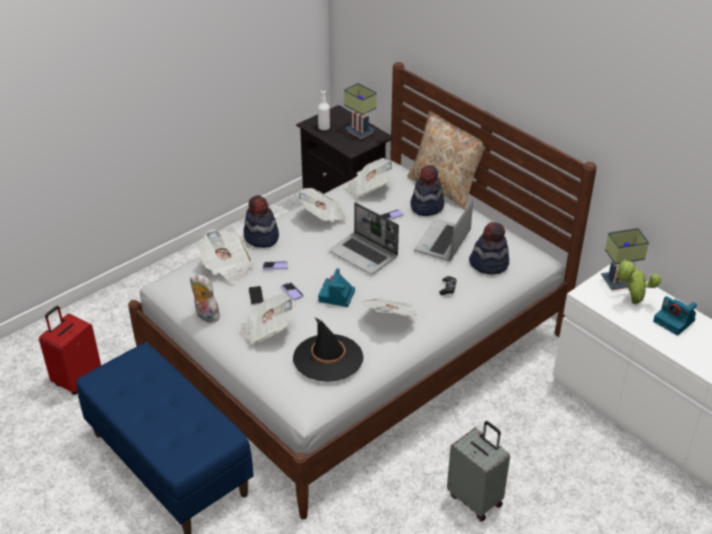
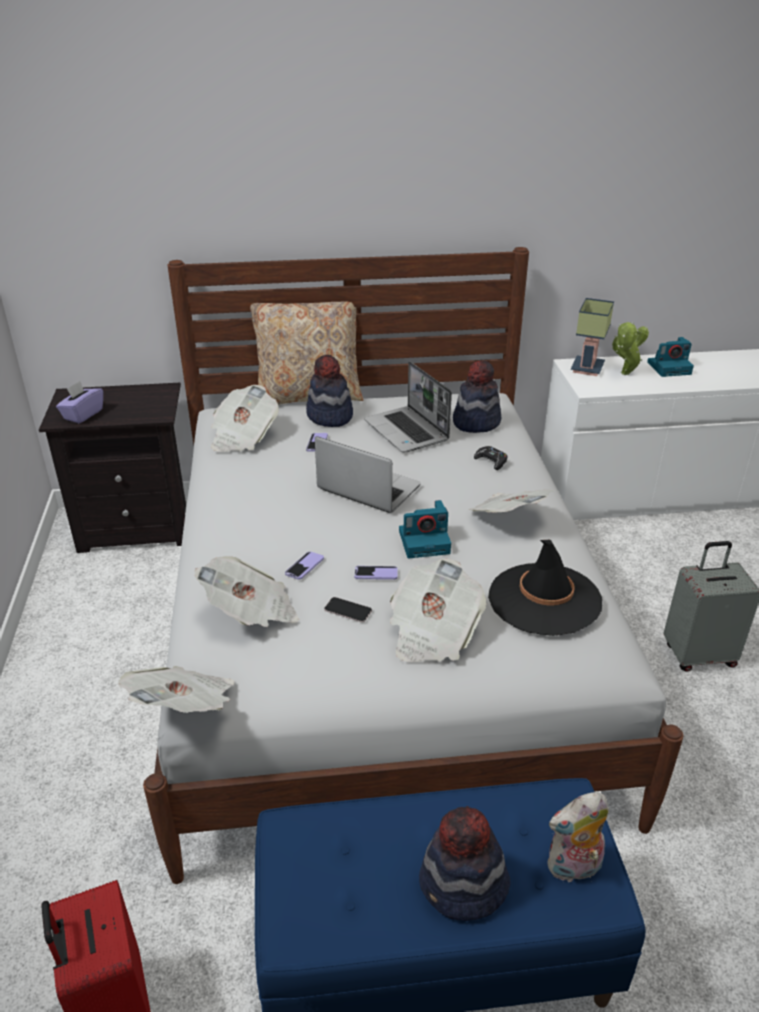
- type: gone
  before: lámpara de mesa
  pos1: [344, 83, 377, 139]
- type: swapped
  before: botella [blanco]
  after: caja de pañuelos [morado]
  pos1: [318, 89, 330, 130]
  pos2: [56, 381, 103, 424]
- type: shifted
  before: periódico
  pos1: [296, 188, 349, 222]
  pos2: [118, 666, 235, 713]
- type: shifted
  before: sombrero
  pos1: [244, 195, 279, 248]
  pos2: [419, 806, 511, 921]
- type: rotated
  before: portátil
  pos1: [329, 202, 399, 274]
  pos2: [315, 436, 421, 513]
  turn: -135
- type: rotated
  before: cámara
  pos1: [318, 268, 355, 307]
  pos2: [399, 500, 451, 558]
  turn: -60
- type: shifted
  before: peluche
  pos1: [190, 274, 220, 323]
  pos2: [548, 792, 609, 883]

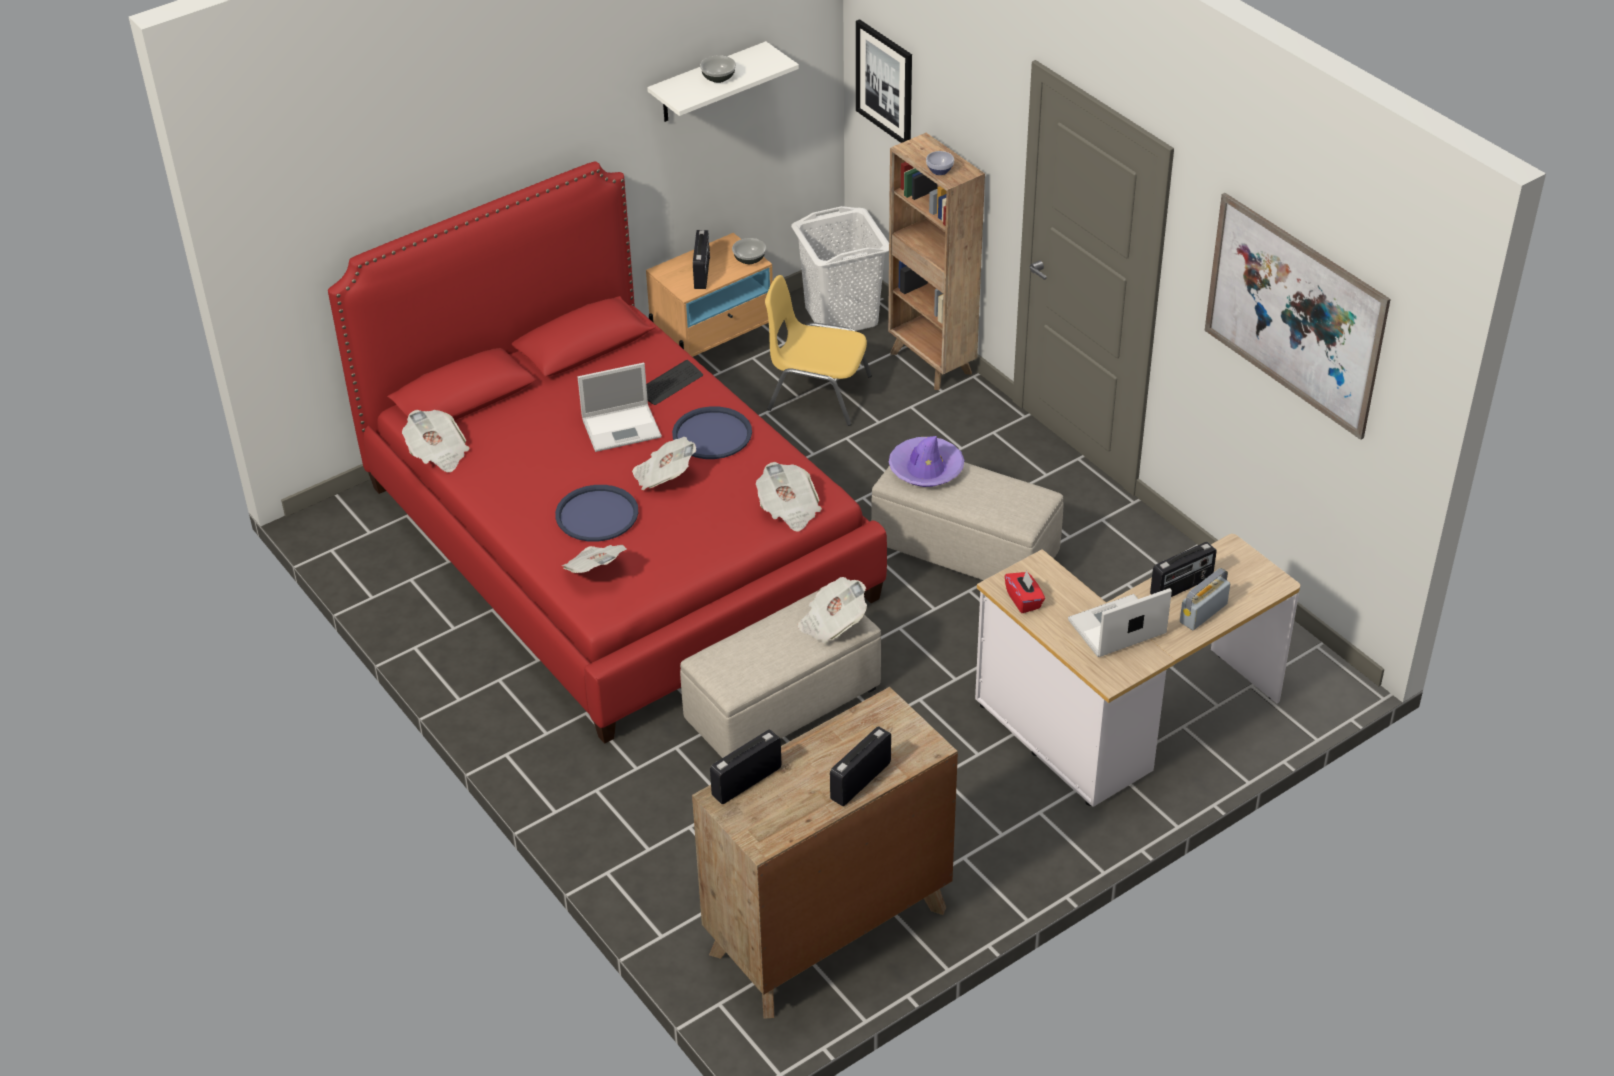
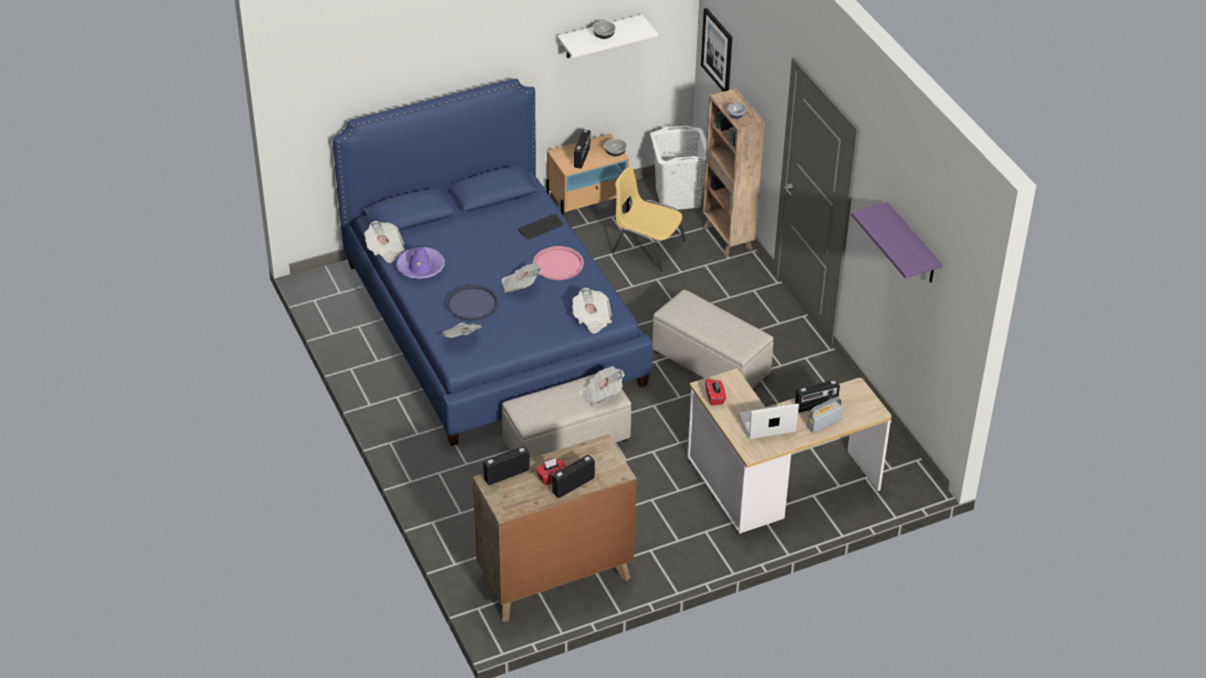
- type: repainted
  before: cama [rojo]
  after: cama [azul]
  pos1: [328, 162, 887, 744]
  pos2: [332, 79, 652, 446]
- type: swapped
  before: cuadro
  after: estante [morado]
  pos1: [1205, 193, 1391, 440]
  pos2: [851, 202, 942, 283]
- type: gone
  before: portátil
  pos1: [578, 363, 662, 452]
- type: repainted
  before: bandeja [azul]
  after: bandeja [rosa]
  pos1: [672, 406, 752, 459]
  pos2: [533, 246, 584, 280]
- type: shifted
  before: sombrero [morado]
  pos1: [889, 436, 964, 487]
  pos2: [396, 247, 445, 280]
- type: new
  after: caja de pañuelos [rojo]
  pos2: [536, 458, 567, 485]

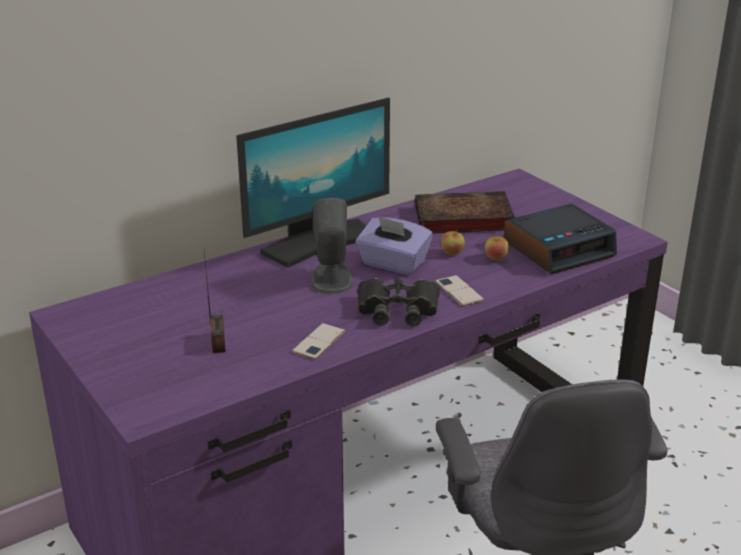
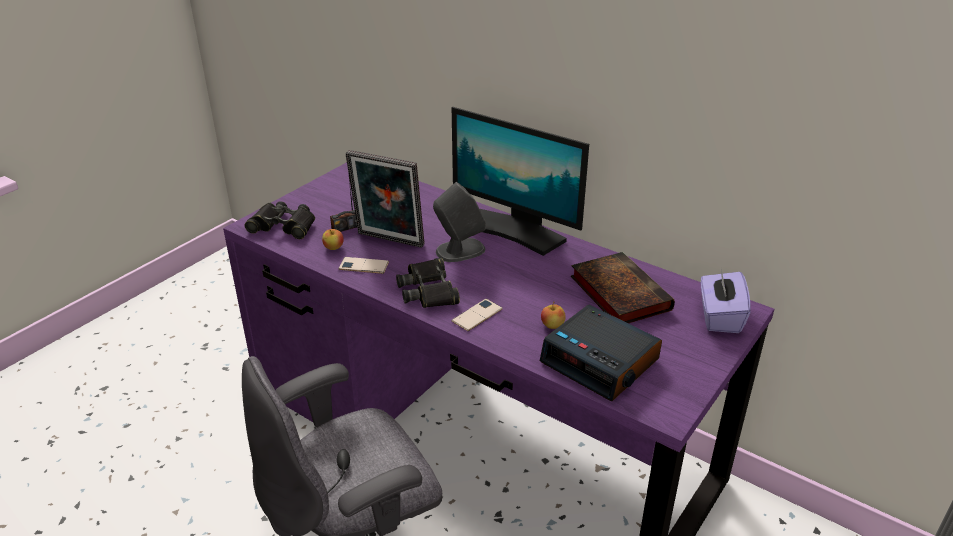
- type: shifted
  before: caja de pañuelos [morado]
  pos1: [356, 216, 433, 275]
  pos2: [701, 269, 750, 333]
- type: shifted
  before: manzana
  pos1: [441, 230, 465, 255]
  pos2: [322, 229, 344, 250]
- type: new
  after: portarretratos
  pos2: [345, 150, 425, 248]
- type: new
  after: prismáticos [negro]
  pos2: [245, 201, 315, 239]

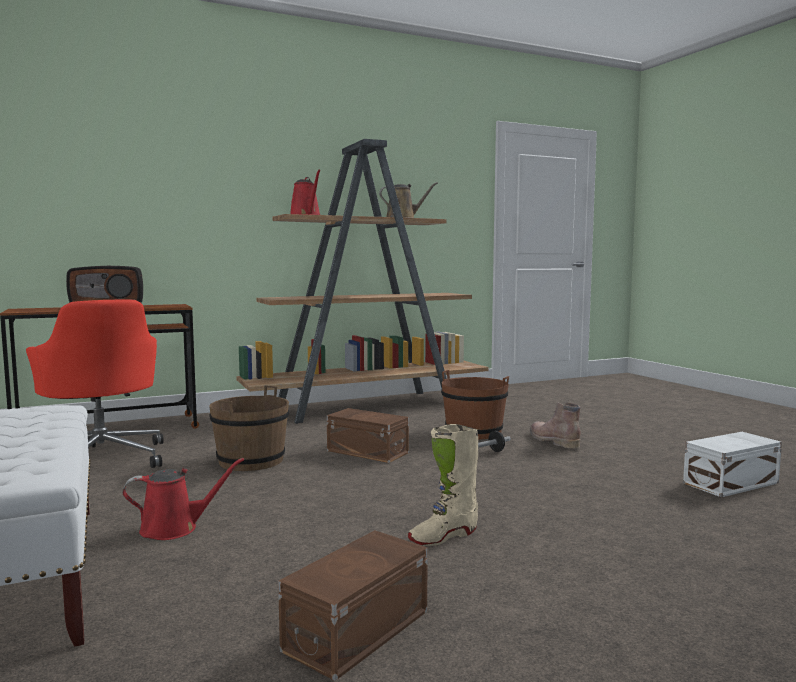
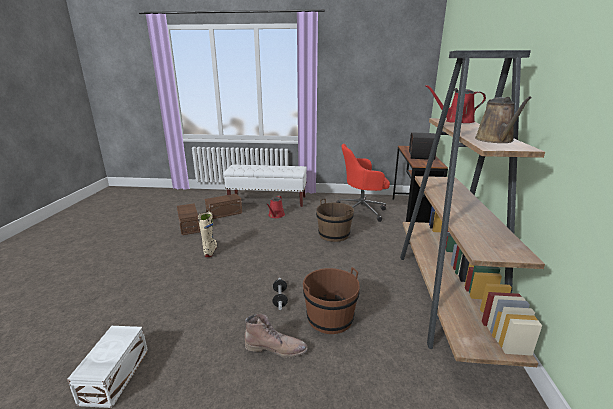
- type: shifted
  before: caja de almacenaje [marrón]
  pos1: [327, 408, 409, 463]
  pos2: [205, 194, 242, 219]

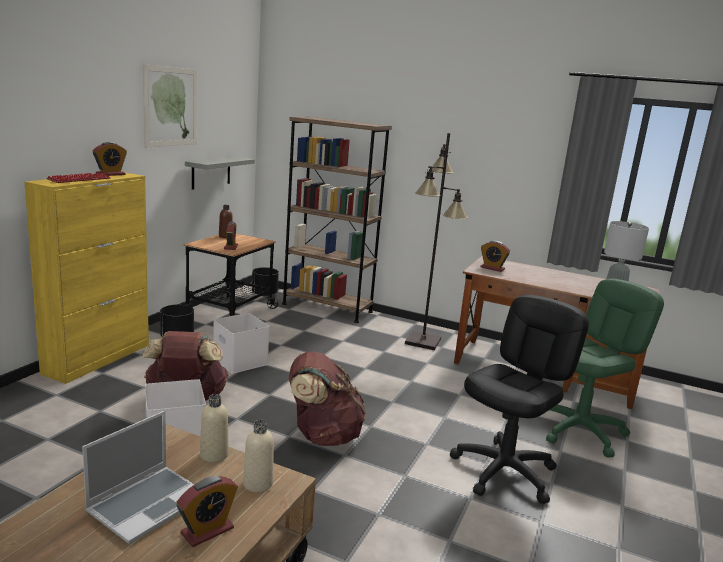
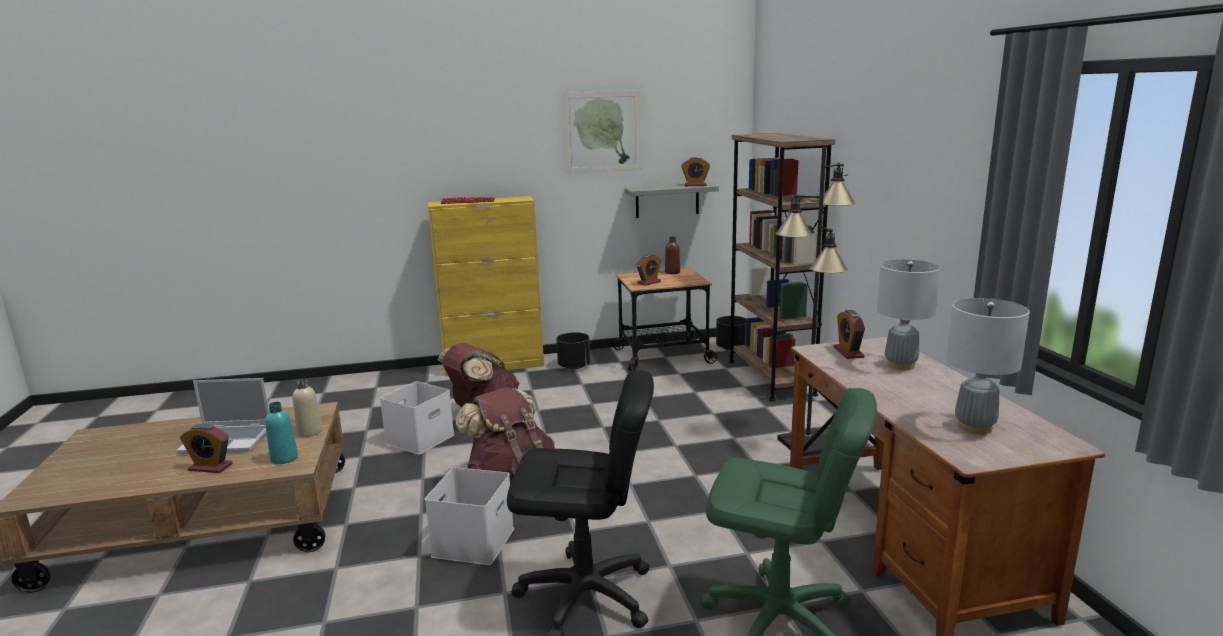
- type: shifted
  before: despertador
  pos1: [93, 142, 127, 176]
  pos2: [681, 157, 710, 186]
- type: shifted
  before: caja de almacenaje [blanco]
  pos1: [213, 313, 270, 374]
  pos2: [425, 467, 514, 565]
- type: repainted
  before: botella [beis]
  after: botella [turquesa]
  pos1: [243, 420, 274, 493]
  pos2: [265, 402, 298, 464]
- type: new
  after: lámpara de mesa [gris]
  pos2: [877, 259, 941, 370]

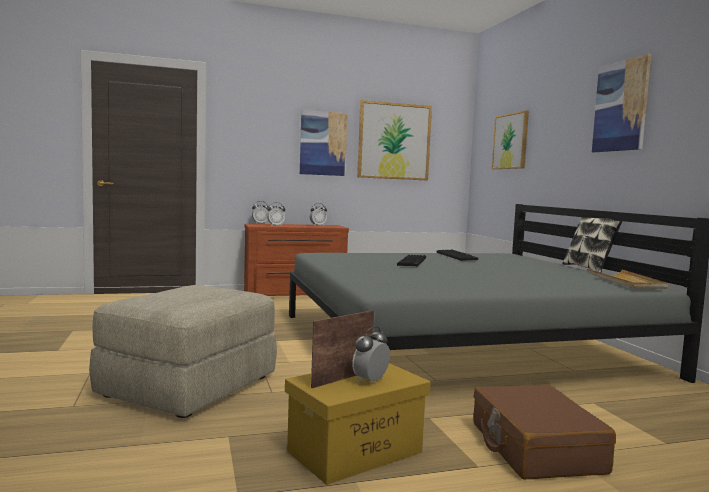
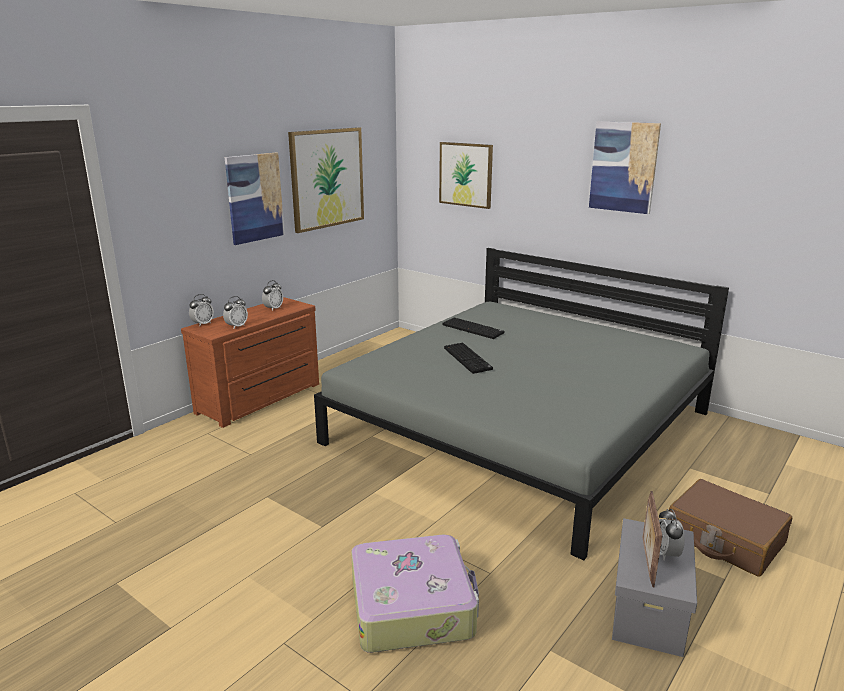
- type: gone
  before: cojín
  pos1: [562, 217, 622, 273]
- type: gone
  before: bandeja [beis]
  pos1: [587, 269, 668, 289]
- type: swapped
  before: puf [beis]
  after: maleta
  pos1: [89, 285, 277, 418]
  pos2: [351, 535, 479, 653]
- type: repainted
  before: caja de almacenaje [amarillo]
  after: caja de almacenaje [gris]
  pos1: [285, 363, 430, 485]
  pos2: [612, 518, 697, 657]

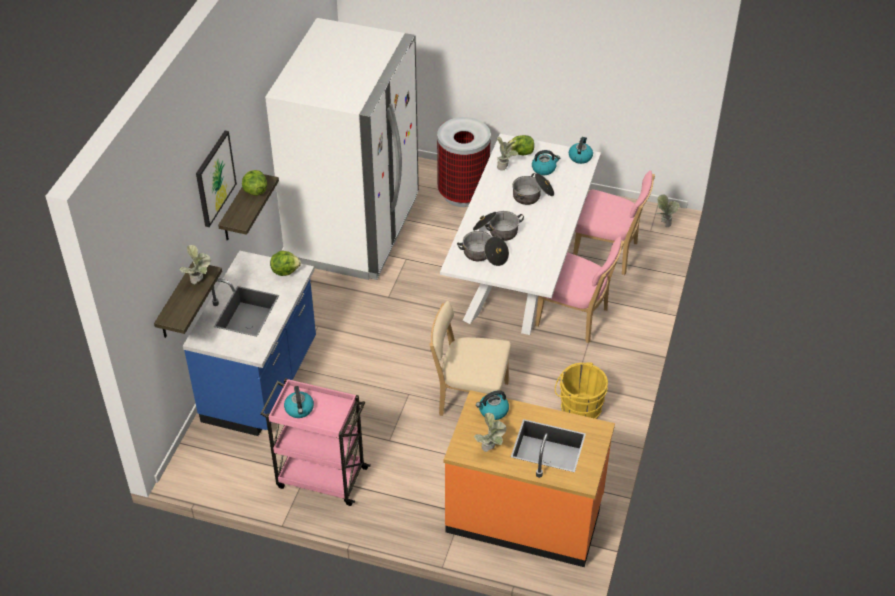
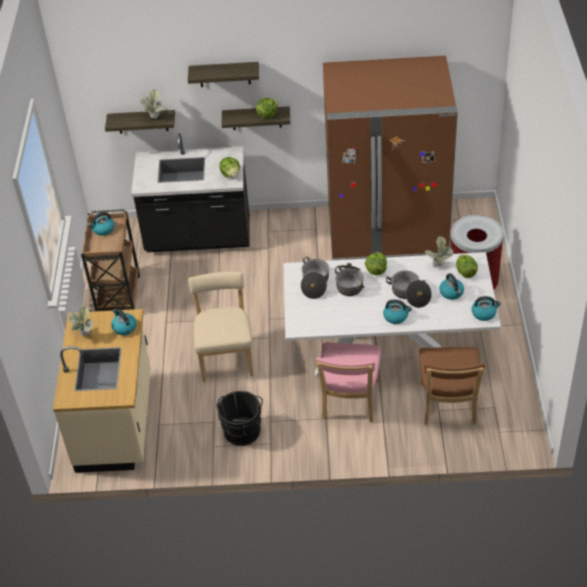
- type: repainted
  before: nevera [blanco]
  after: nevera [marrón]
  pos1: [265, 18, 419, 280]
  pos2: [323, 56, 458, 260]
- type: swapped
  before: cuadro
  after: estante
  pos1: [196, 131, 237, 227]
  pos2: [188, 62, 259, 87]
- type: repainted
  before: silla [rosa]
  after: silla [marrón]
  pos1: [573, 170, 655, 275]
  pos2: [419, 347, 485, 425]
- type: gone
  before: planta en maceta
  pos1: [656, 194, 680, 227]
- type: repainted
  before: mueble bajo de cocina [azul]
  after: mueble bajo de cocina [negro]
  pos1: [183, 250, 316, 436]
  pos2: [131, 133, 250, 252]
- type: repainted
  before: cubo [amarillo]
  after: cubo [negro]
  pos1: [555, 363, 608, 419]
  pos2: [216, 391, 263, 446]
- type: repainted
  before: carrito [rosa]
  after: carrito [marrón]
  pos1: [260, 378, 371, 506]
  pos2: [81, 209, 140, 311]
- type: repainted
  before: mueble bajo de cocina [naranja]
  after: mueble bajo de cocina [beis]
  pos1: [444, 390, 615, 567]
  pos2: [53, 309, 151, 473]
- type: new
  after: lechuga
  pos2: [365, 252, 387, 275]
- type: new
  after: hervidor
  pos2: [383, 299, 412, 324]

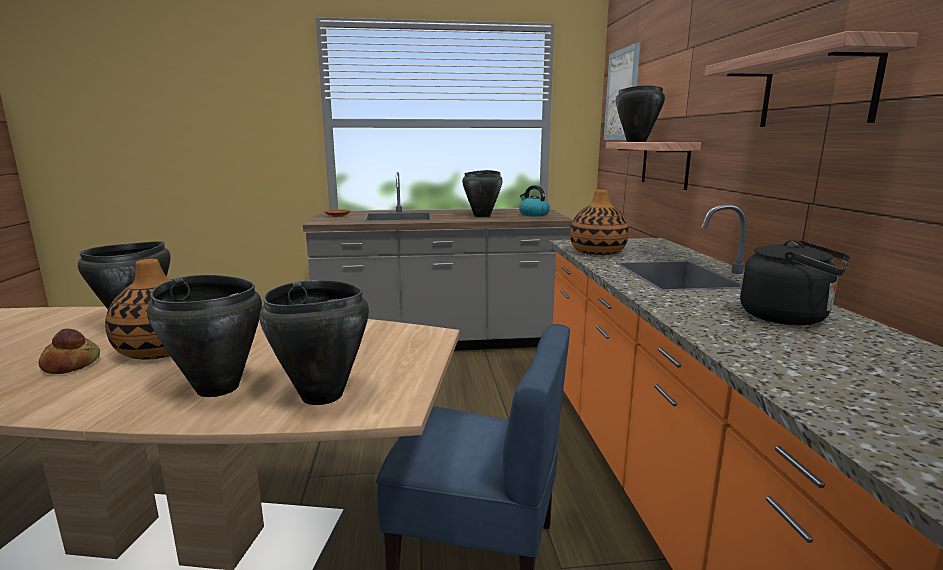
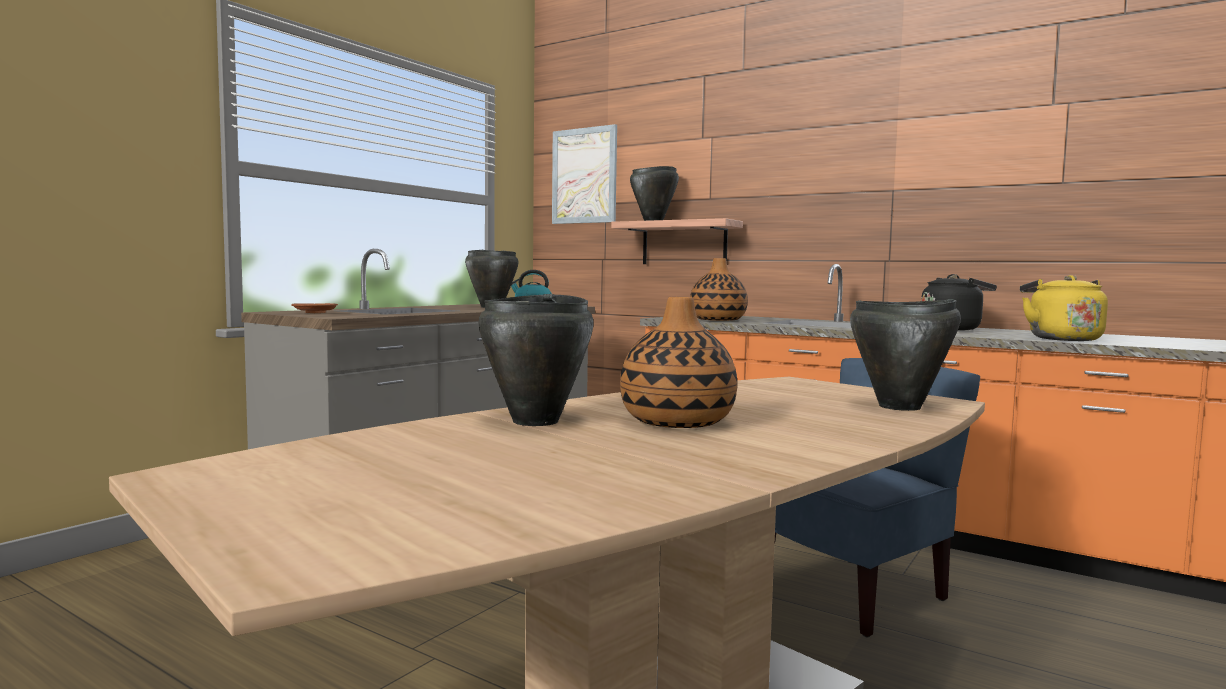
- type: gone
  before: estante
  pos1: [705, 31, 919, 127]
- type: gone
  before: olla [negro]
  pos1: [147, 275, 262, 397]
- type: gone
  before: pan
  pos1: [39, 329, 100, 374]
- type: new
  after: hervidor [amarillo]
  pos2: [1020, 275, 1108, 341]

